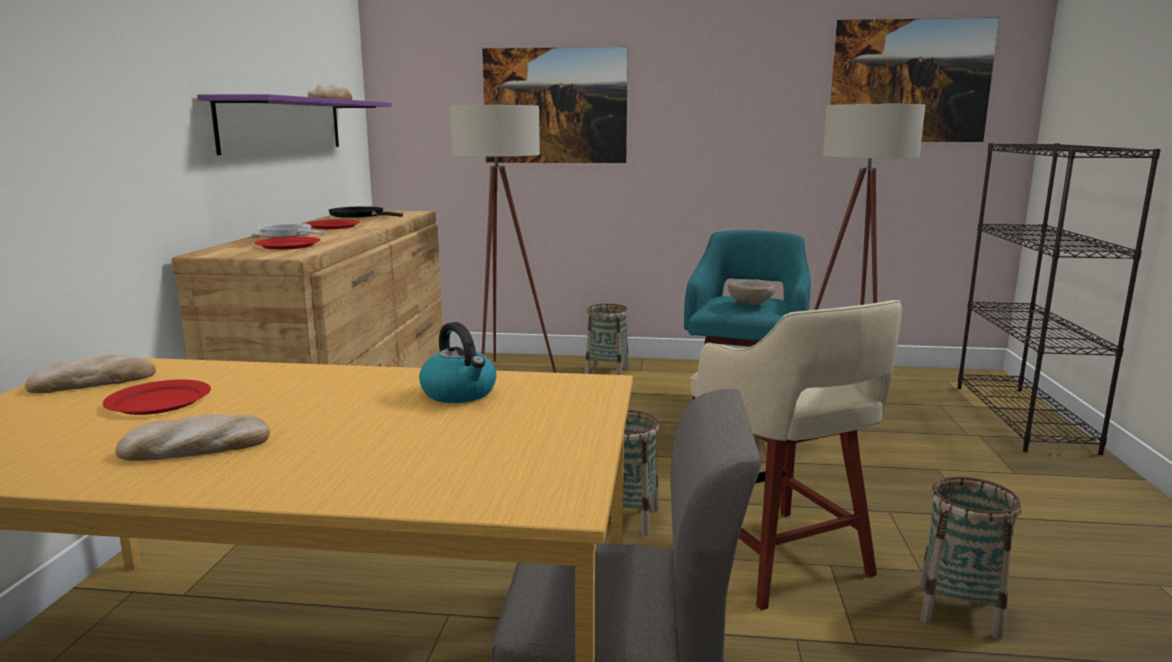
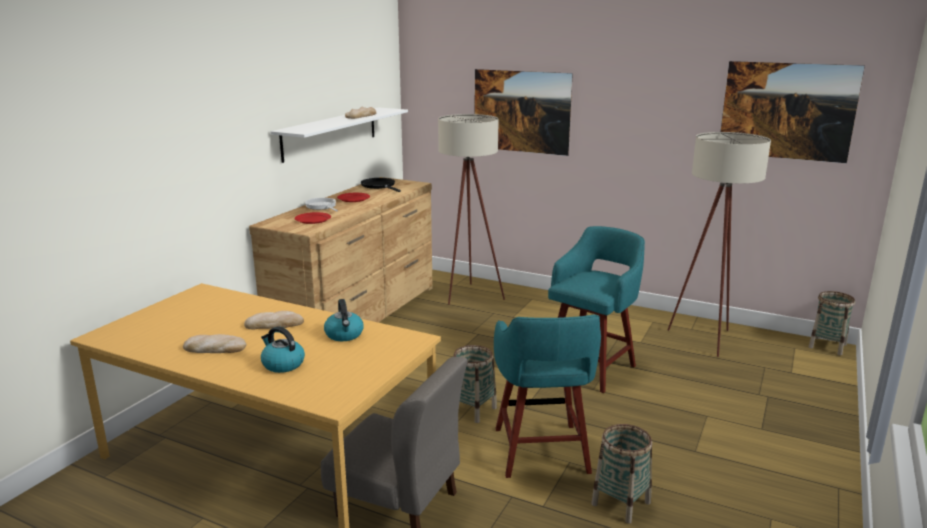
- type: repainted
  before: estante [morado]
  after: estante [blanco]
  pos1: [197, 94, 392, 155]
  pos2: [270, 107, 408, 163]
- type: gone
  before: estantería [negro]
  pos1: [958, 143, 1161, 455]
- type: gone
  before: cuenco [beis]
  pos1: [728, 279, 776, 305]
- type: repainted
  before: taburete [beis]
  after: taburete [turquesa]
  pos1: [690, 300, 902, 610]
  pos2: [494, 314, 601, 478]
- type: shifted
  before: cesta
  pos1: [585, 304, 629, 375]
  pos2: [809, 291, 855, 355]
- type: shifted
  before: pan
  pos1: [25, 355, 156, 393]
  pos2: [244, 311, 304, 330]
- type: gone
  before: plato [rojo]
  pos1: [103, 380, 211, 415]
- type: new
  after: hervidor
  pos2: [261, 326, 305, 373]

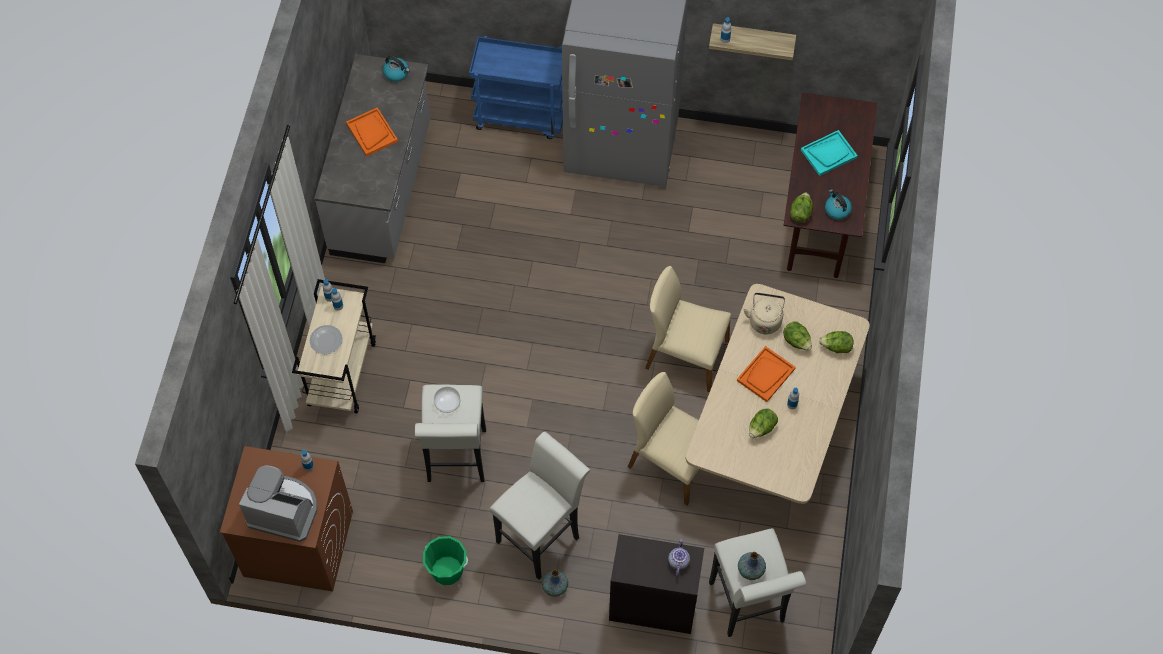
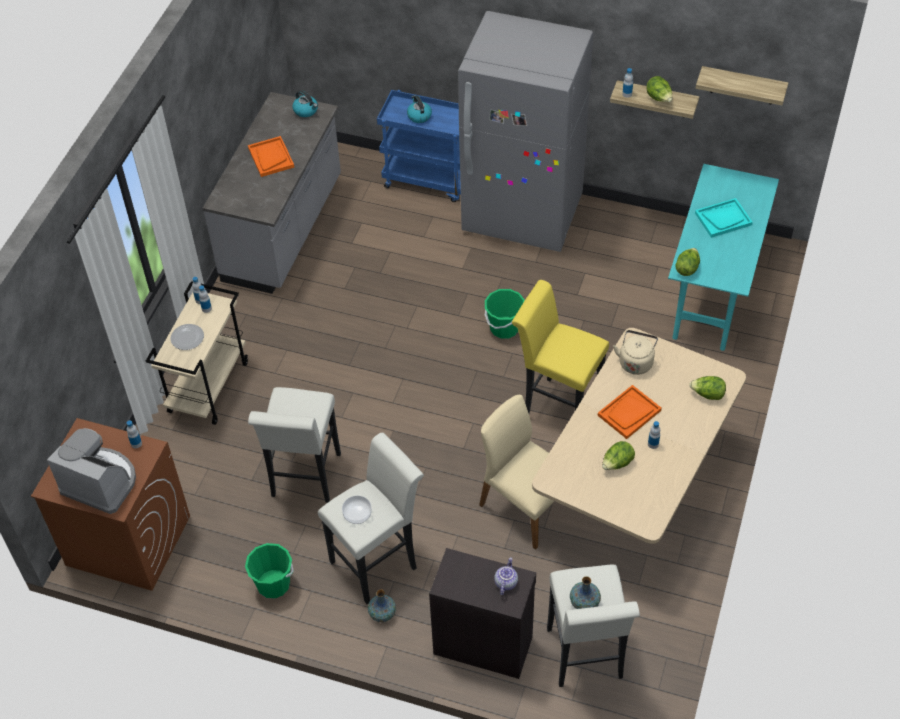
- type: repainted
  before: escritorio [marrón]
  after: escritorio [turquesa]
  pos1: [784, 92, 877, 278]
  pos2: [668, 164, 779, 351]
- type: shifted
  before: hervidor
  pos1: [825, 189, 852, 220]
  pos2: [407, 95, 432, 123]
- type: swapped
  before: silla [beis]
  after: taburete [amarillo]
  pos1: [645, 266, 731, 392]
  pos2: [512, 280, 609, 413]
- type: shifted
  before: lechuga
  pos1: [783, 321, 812, 351]
  pos2: [646, 76, 672, 102]
- type: shifted
  before: cuenco
  pos1: [434, 387, 461, 413]
  pos2: [342, 496, 371, 524]
- type: new
  after: estante
  pos2: [696, 66, 788, 105]
- type: new
  after: cubo [verde]
  pos2: [485, 289, 525, 339]

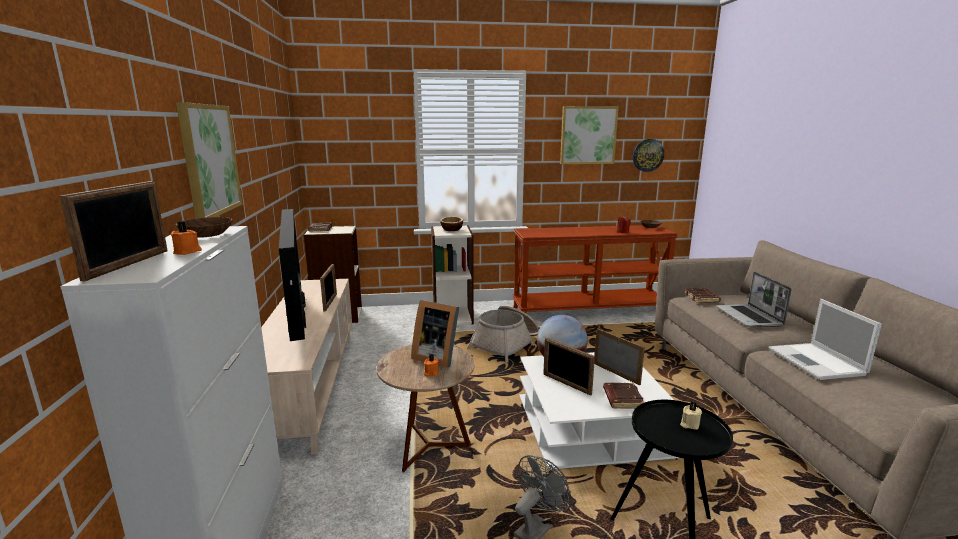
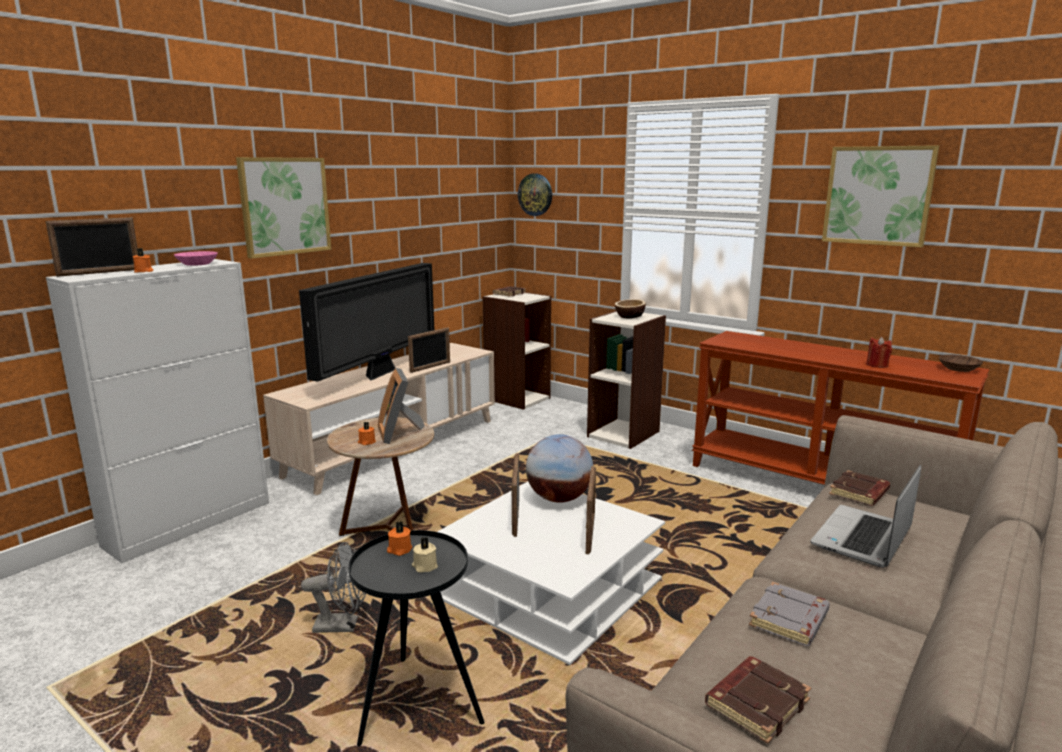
- type: shifted
  before: reloj de pared
  pos1: [633, 139, 664, 172]
  pos2: [518, 174, 552, 216]
- type: repainted
  before: cuenco [marrón]
  after: cuenco [rosa]
  pos1: [176, 217, 232, 238]
  pos2: [174, 251, 218, 266]
- type: swapped
  before: portátil
  after: libro [gris]
  pos1: [769, 299, 882, 380]
  pos2: [749, 582, 830, 646]
- type: gone
  before: cesta
  pos1: [467, 306, 539, 363]
- type: shifted
  before: libro [marrón]
  pos1: [603, 383, 644, 409]
  pos2: [705, 656, 811, 744]
- type: new
  after: vela [naranja]
  pos2: [387, 522, 412, 556]

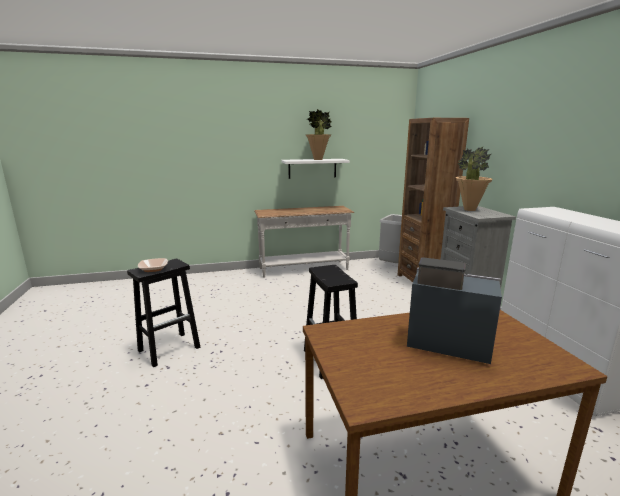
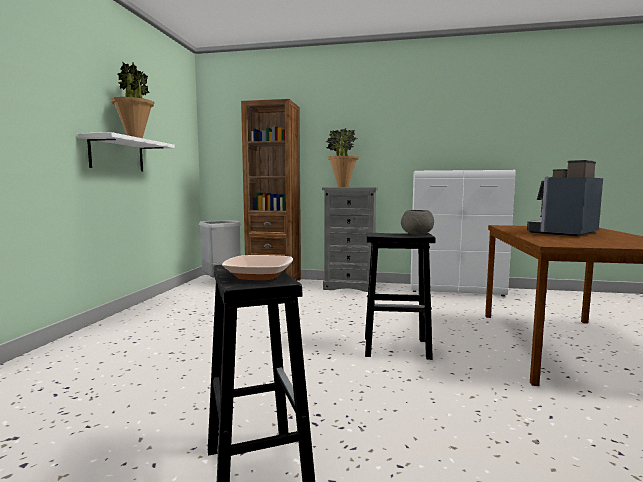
- type: gone
  before: mesa consola [blanco]
  pos1: [254, 206, 354, 278]
- type: new
  after: cuenco [gris]
  pos2: [401, 210, 434, 235]

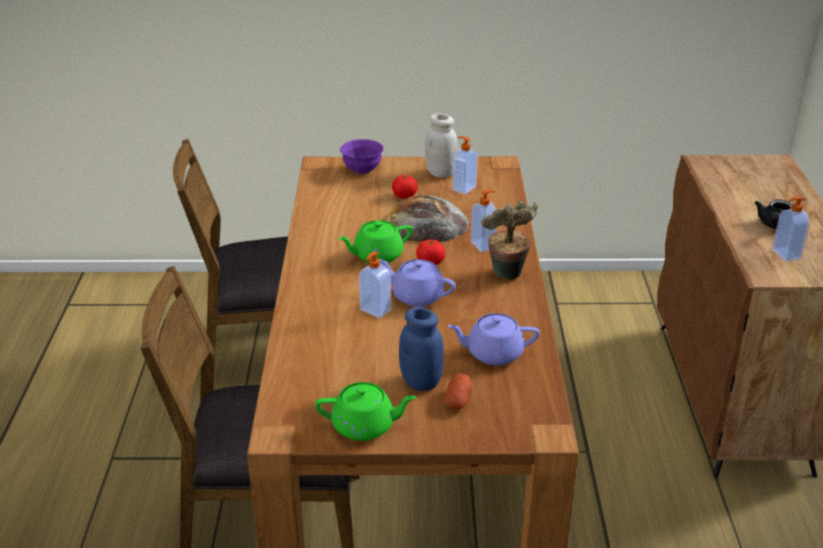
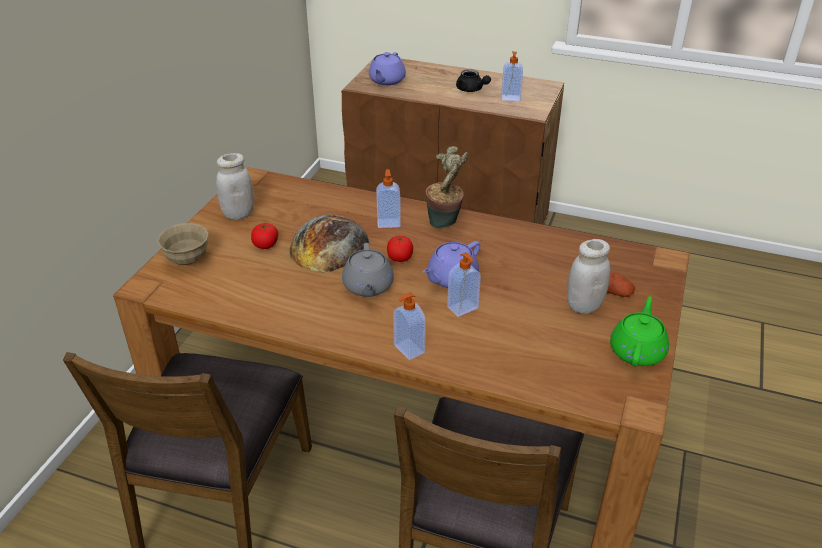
- type: shifted
  before: dispensador de jabón
  pos1: [453, 136, 478, 194]
  pos2: [393, 292, 426, 360]
- type: repainted
  before: cuenco [morado]
  after: cuenco [beis]
  pos1: [340, 139, 384, 174]
  pos2: [157, 223, 209, 265]
- type: repainted
  before: tetera [verde]
  after: tetera [gris]
  pos1: [338, 220, 413, 264]
  pos2: [342, 243, 394, 297]
- type: repainted
  before: tarro [azul]
  after: tarro [blanco]
  pos1: [399, 307, 444, 391]
  pos2: [567, 239, 611, 314]
- type: shifted
  before: tetera [morado]
  pos1: [448, 313, 540, 366]
  pos2: [369, 52, 406, 86]

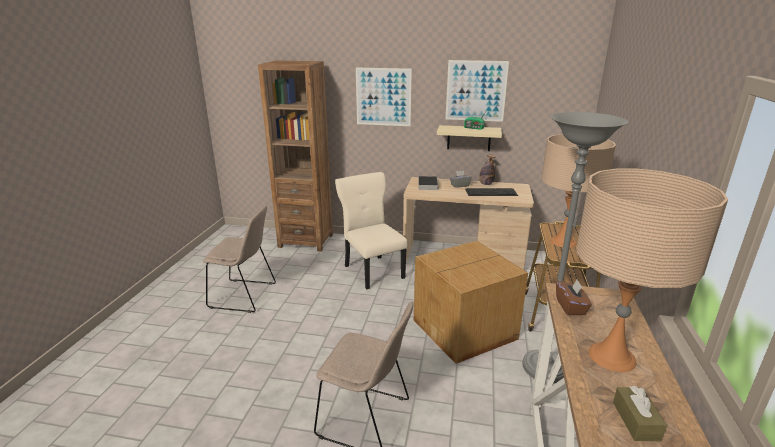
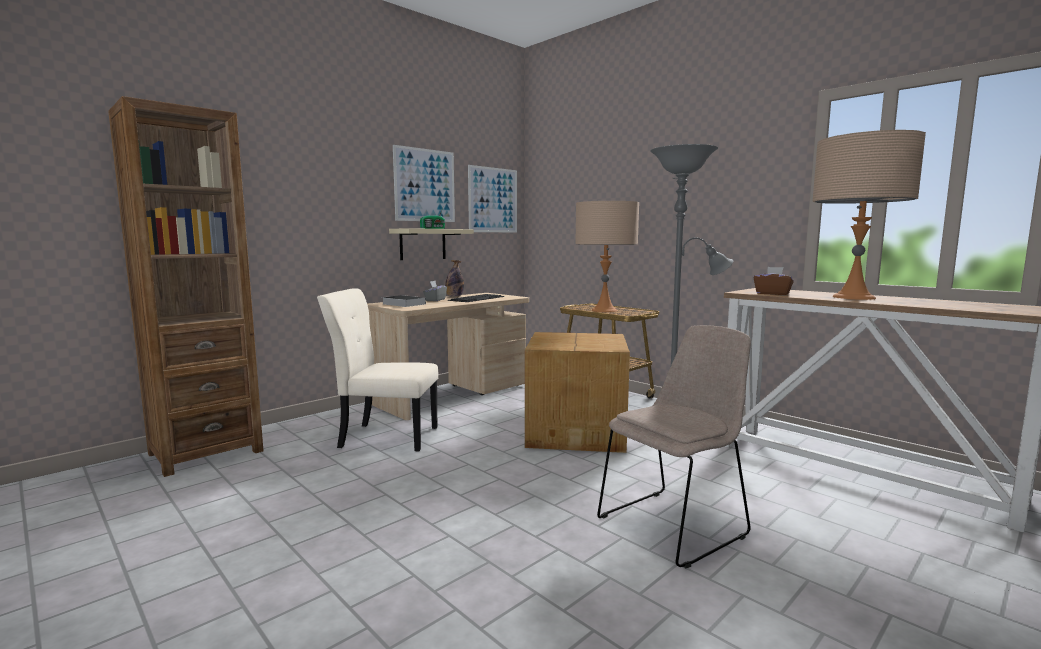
- type: shifted
  before: cuadro
  pos1: [356, 68, 412, 126]
  pos2: [468, 165, 517, 233]
- type: gone
  before: silla [beis]
  pos1: [203, 205, 276, 313]
- type: gone
  before: caja de pañuelos [marrón]
  pos1: [613, 386, 667, 441]

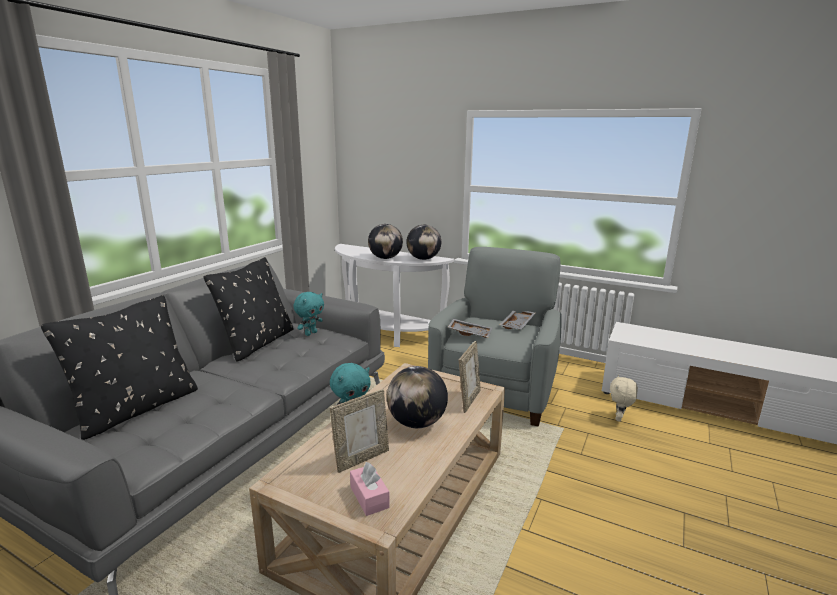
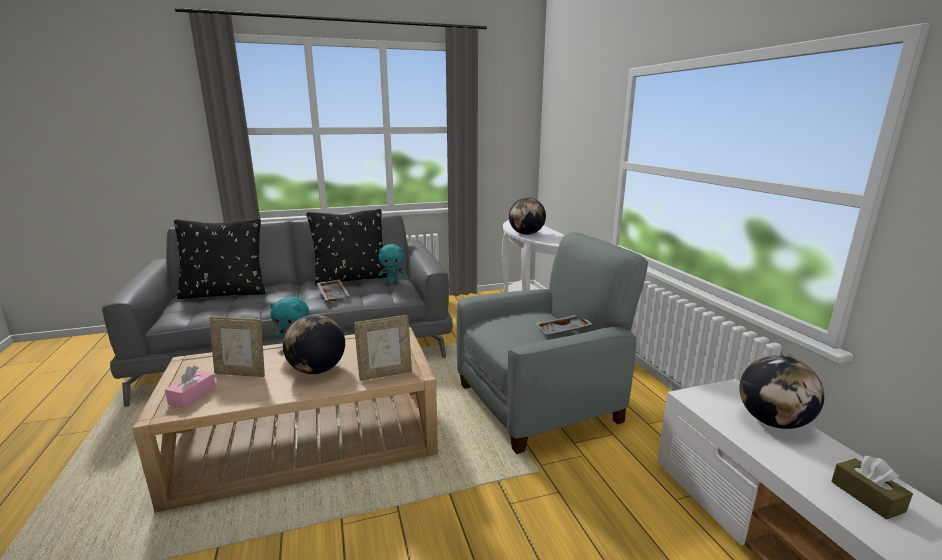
- type: shifted
  before: globo terráqueo
  pos1: [406, 225, 441, 260]
  pos2: [739, 356, 824, 429]
- type: shifted
  before: bandeja [gris]
  pos1: [448, 318, 492, 338]
  pos2: [317, 279, 350, 301]
- type: gone
  before: peluche [beis]
  pos1: [610, 375, 638, 422]
- type: new
  after: caja de pañuelos [marrón]
  pos2: [831, 455, 913, 520]

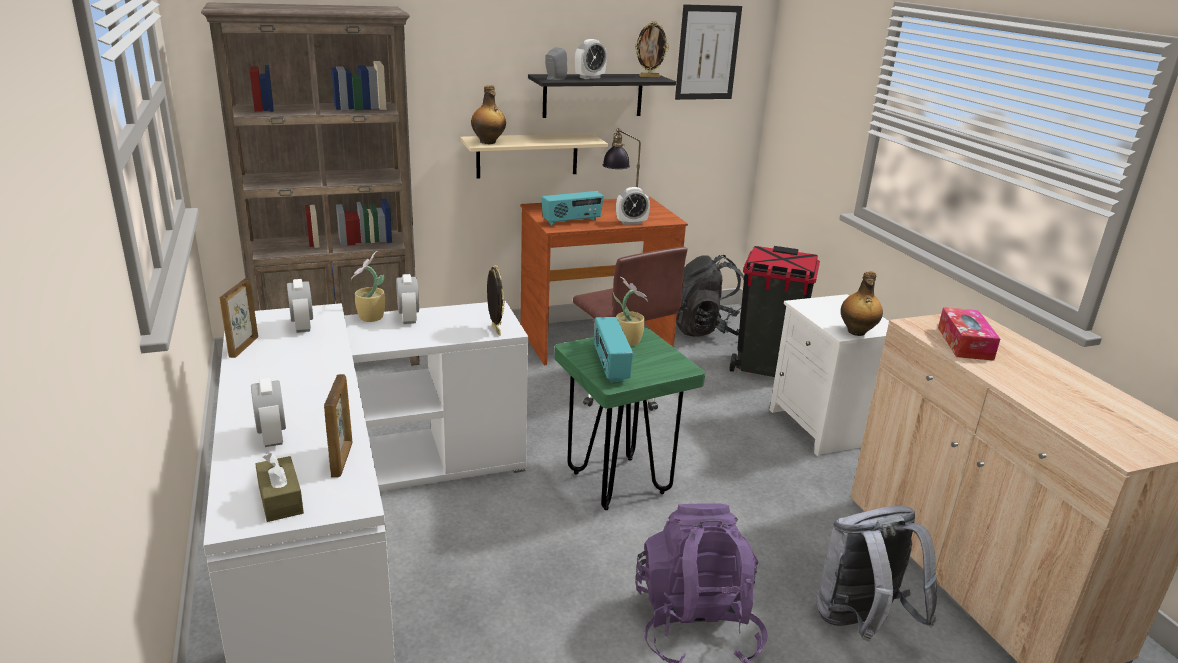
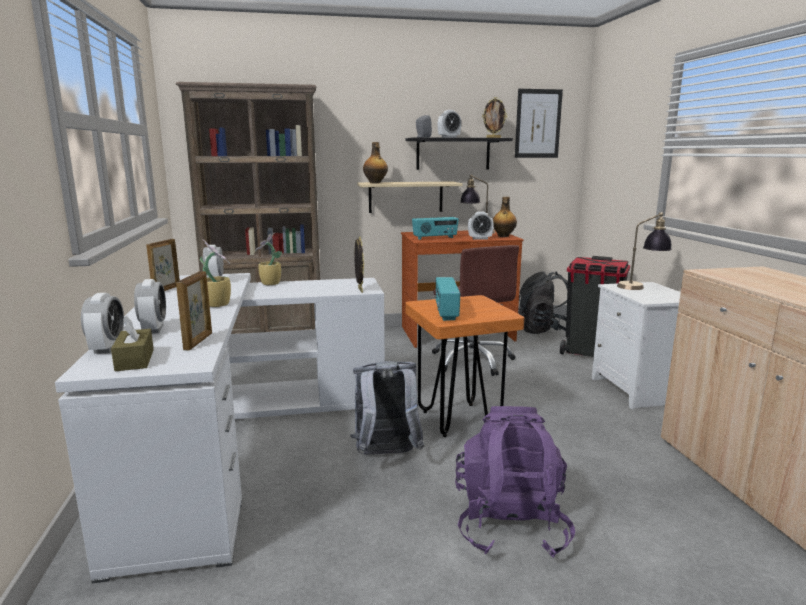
- type: shifted
  before: botella
  pos1: [841, 271, 883, 336]
  pos2: [493, 197, 517, 237]
- type: shifted
  before: despertador
  pos1: [396, 274, 419, 324]
  pos2: [81, 293, 124, 354]
- type: shifted
  before: planta en maceta
  pos1: [613, 277, 648, 346]
  pos2: [200, 239, 231, 307]
- type: gone
  before: caja de pañuelos
  pos1: [938, 307, 1000, 361]
- type: repainted
  before: taburete [verde]
  after: taburete [naranja]
  pos1: [554, 328, 705, 510]
  pos2: [406, 295, 524, 437]
- type: shifted
  before: mochila [gris]
  pos1: [816, 506, 937, 642]
  pos2: [350, 361, 425, 455]
- type: new
  after: lámpara de mesa
  pos2: [617, 212, 672, 290]

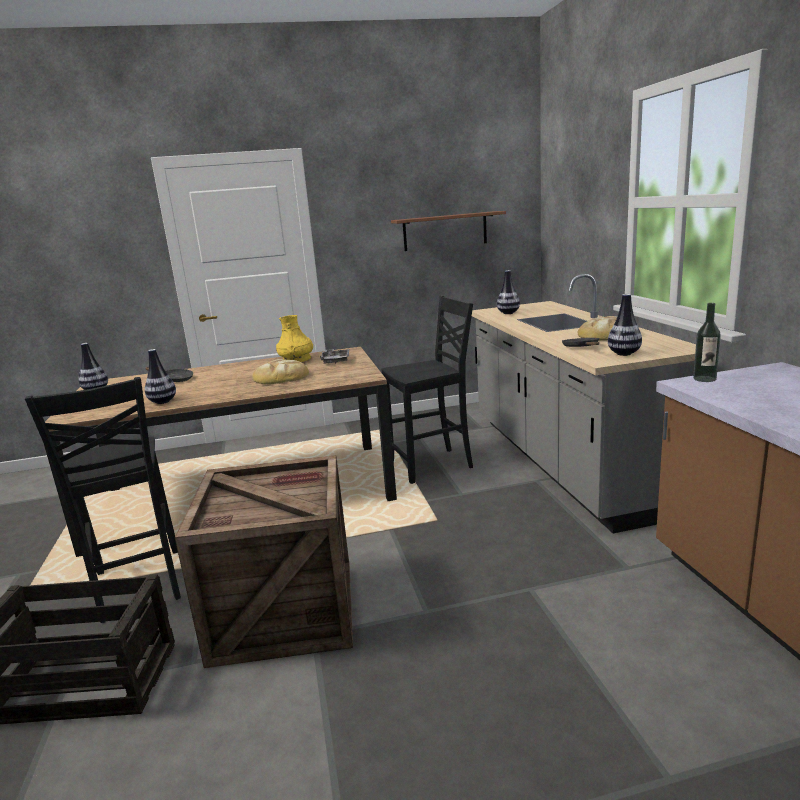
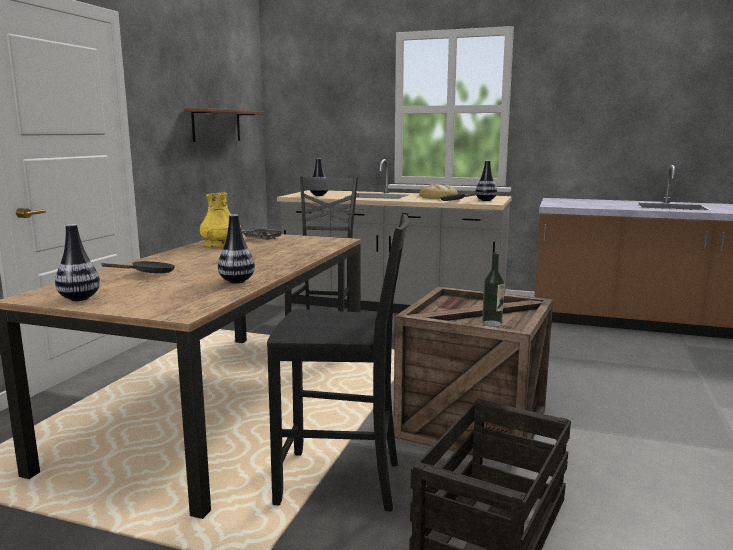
- type: shifted
  before: botella
  pos1: [693, 303, 721, 382]
  pos2: [482, 252, 505, 327]
- type: gone
  before: pan
  pos1: [252, 359, 309, 384]

